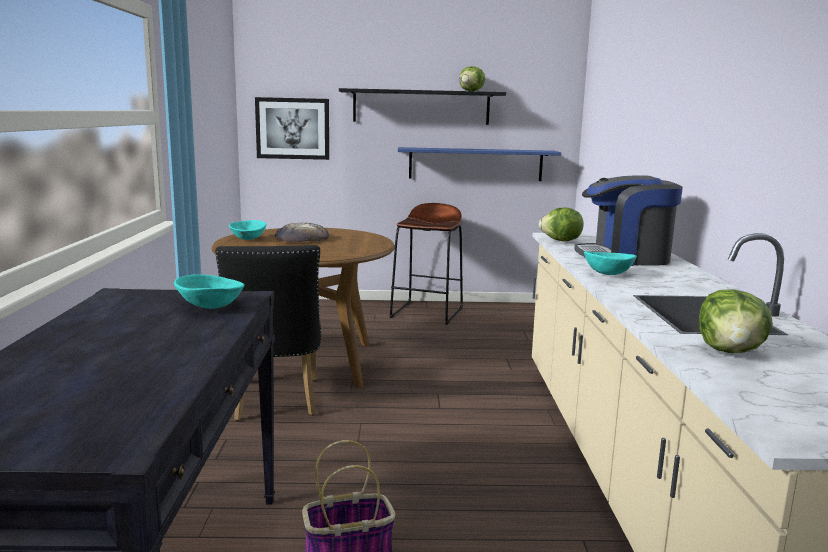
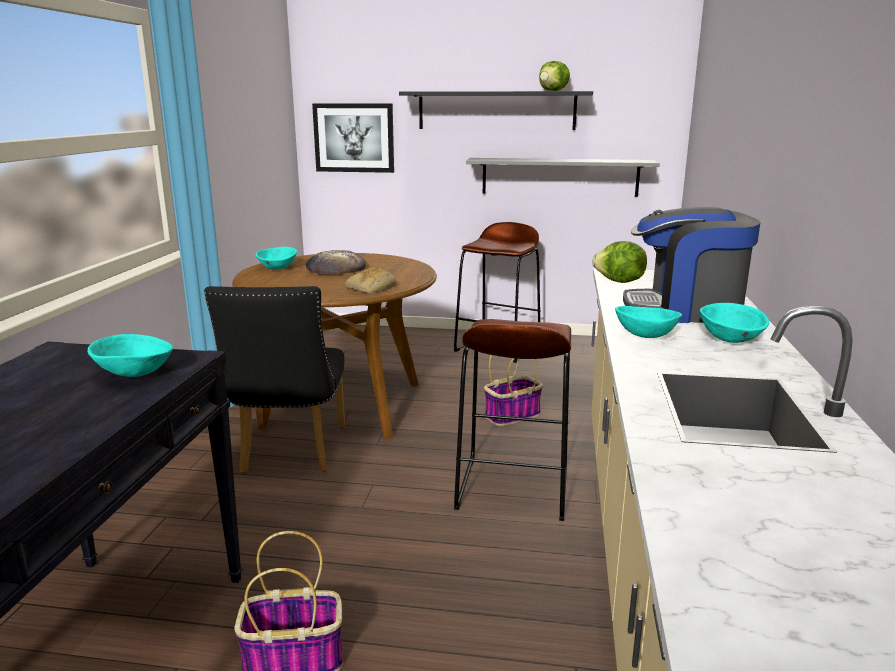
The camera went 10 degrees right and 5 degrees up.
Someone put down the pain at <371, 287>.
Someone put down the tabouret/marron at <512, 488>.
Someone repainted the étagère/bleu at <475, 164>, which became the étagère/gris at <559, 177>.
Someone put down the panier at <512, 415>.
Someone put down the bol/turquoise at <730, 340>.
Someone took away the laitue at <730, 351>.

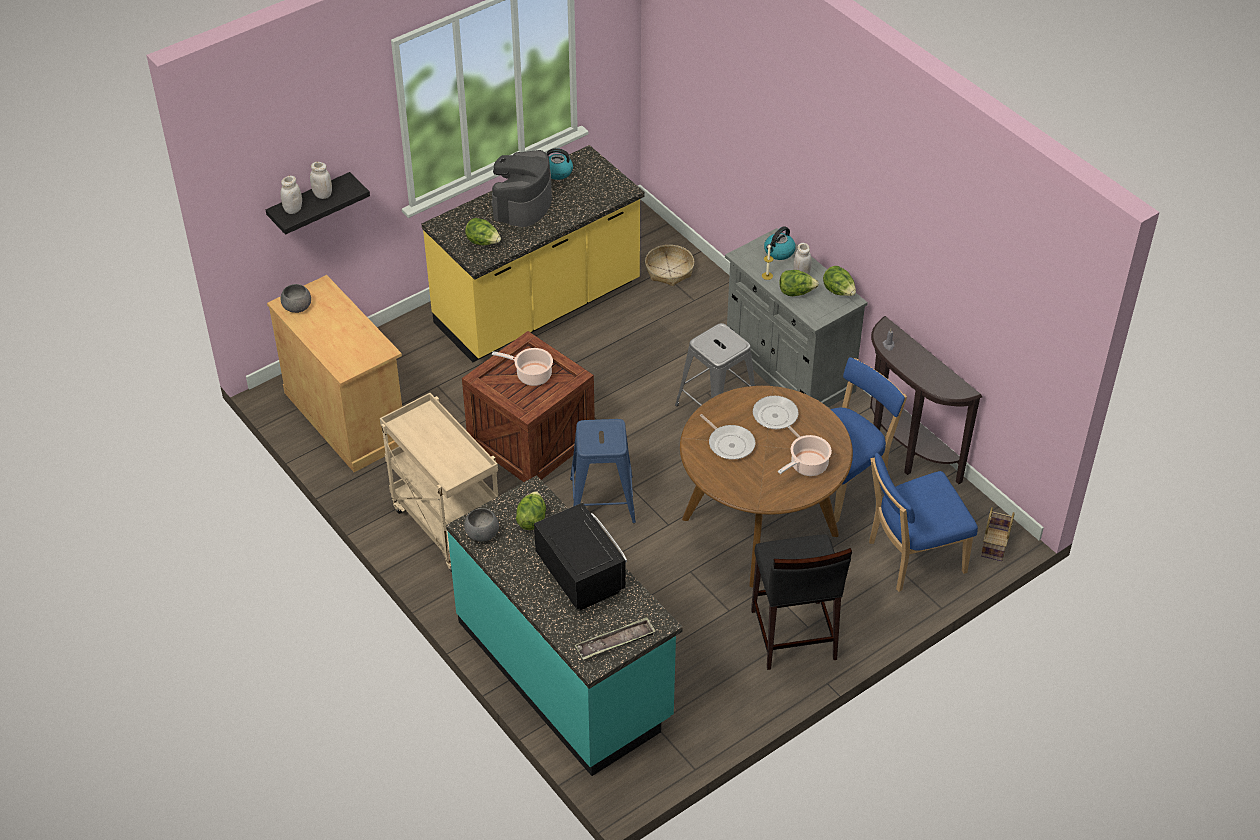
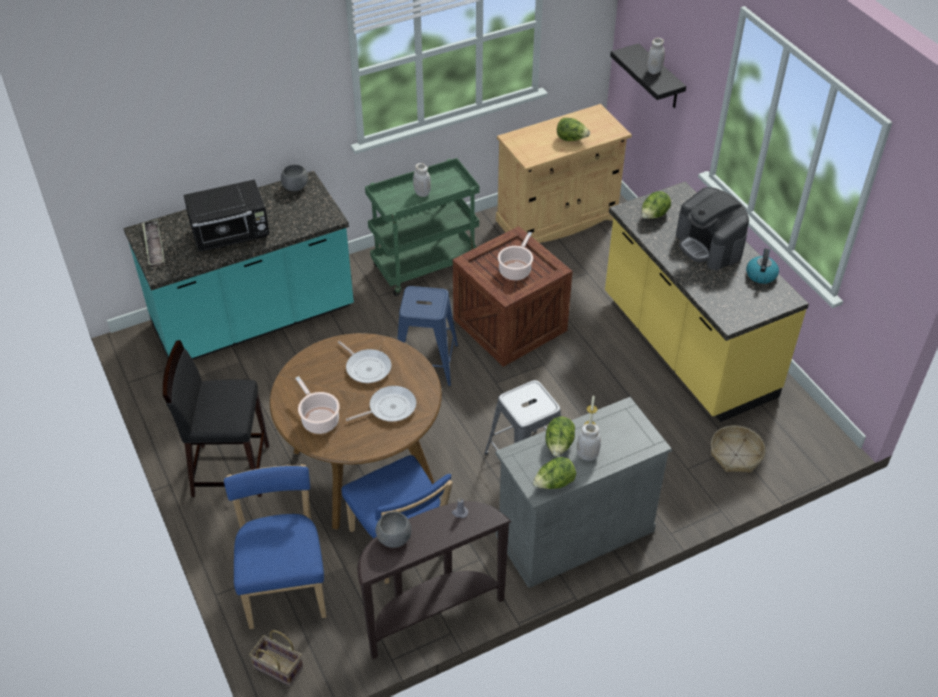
The camera went 100 degrees right and 0 degrees up.
Someone rotated the poêle at <729, 443> by 105 degrees counterclockwise.
Someone repainted the chariot/beige at <445, 525>, which became the chariot/vert at <425, 265>.
Someone carried the bol/gris from <297, 308> to <394, 538>.
Someone carried the bocal/blanc from <293, 209> to <422, 193>.
Someone carried the laitue from <531, 520> to <571, 139>.
Someone rotated the machine à café at <522, 204> by 150 degrees counterclockwise.
Someone took away the bouilloire at <779, 252>.

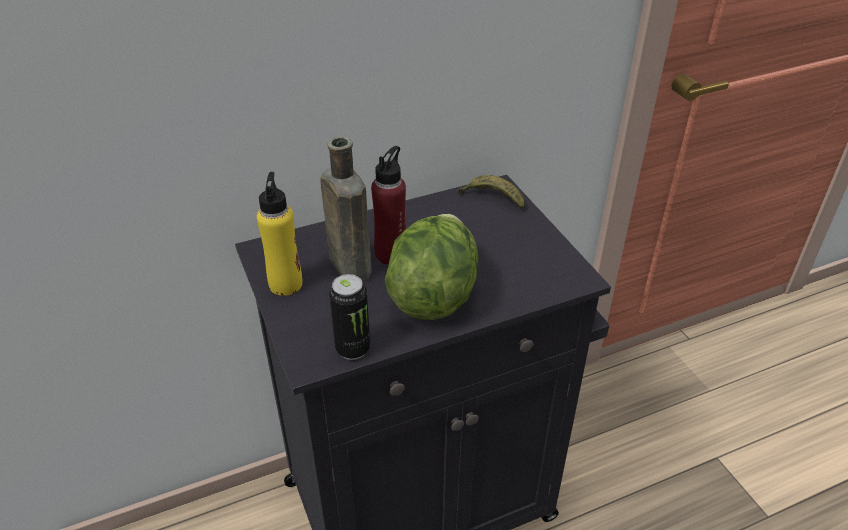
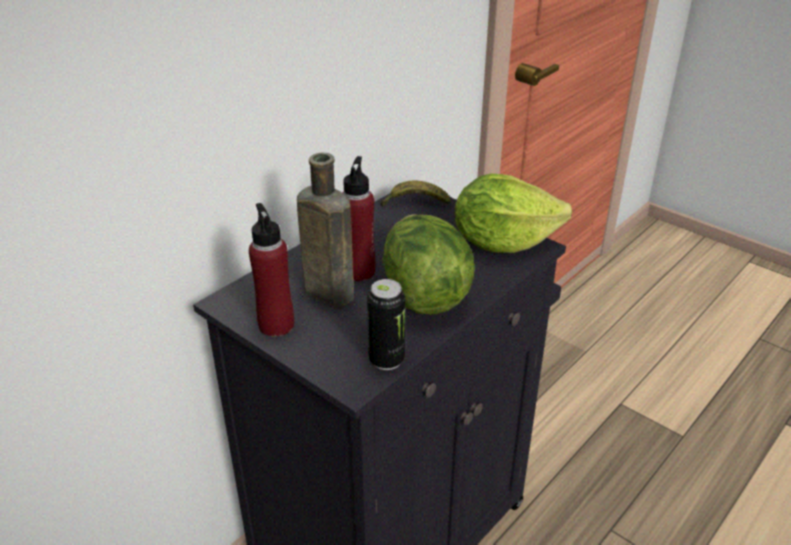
The camera went 25 degrees left and 5 degrees down.
Someone repainted the bouteille/jaune at <286, 284>, which became the bouteille/rouge at <276, 324>.
Someone put down the laitue at <502, 242>.

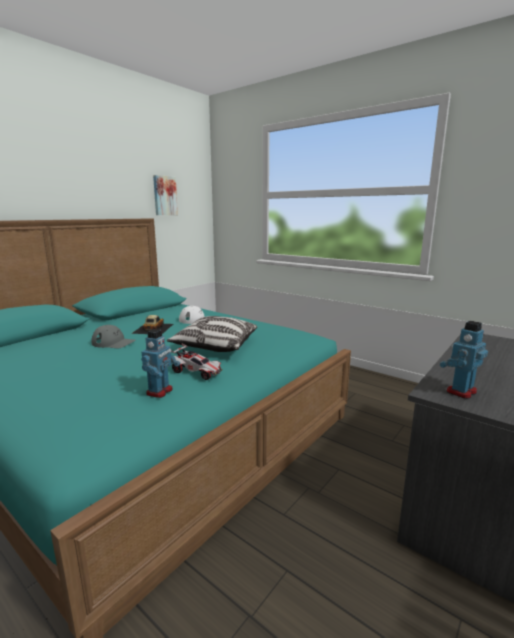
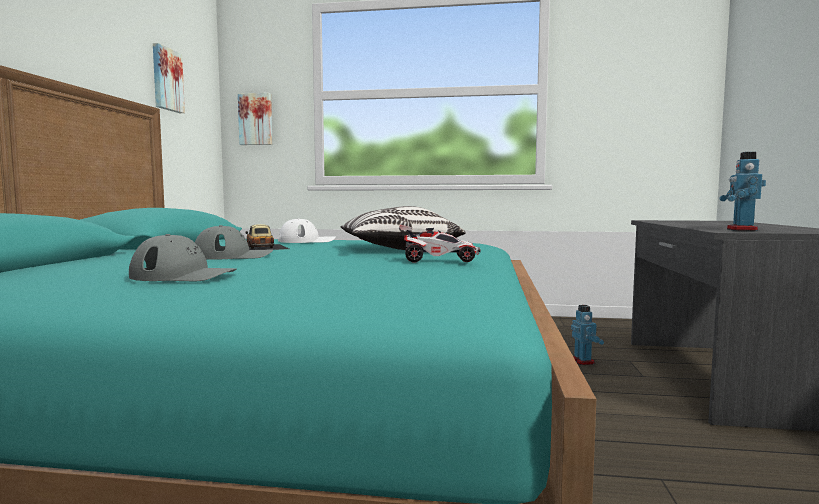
The camera went 30 degrees left and 10 degrees down.
Someone put down the casquette/gris at <184, 276>.
Someone put up the tableau at <256, 119>.
Someone carried the robot jouet from <160, 392> to <583, 361>.

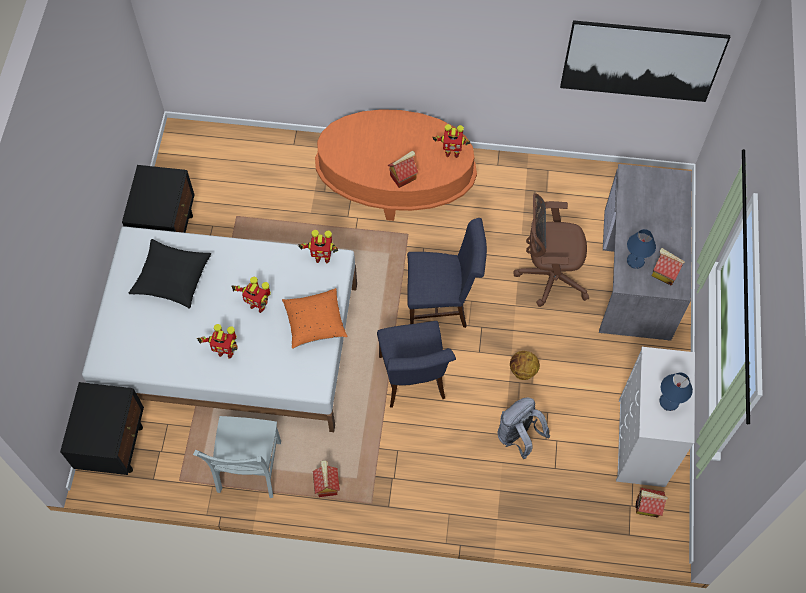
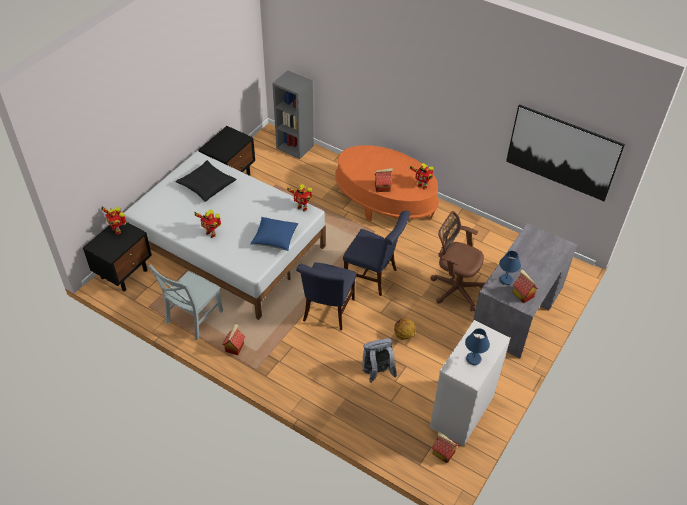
The camera went 25 degrees right and 15 degrees down.
Someone carried the robot jouet from <257, 305> to <117, 230>.
Someone repainted the coussin/orange at <315, 323>, which became the coussin/bleu at <275, 239>.
Someone put down the bibliothèque/gris at <295, 147>.

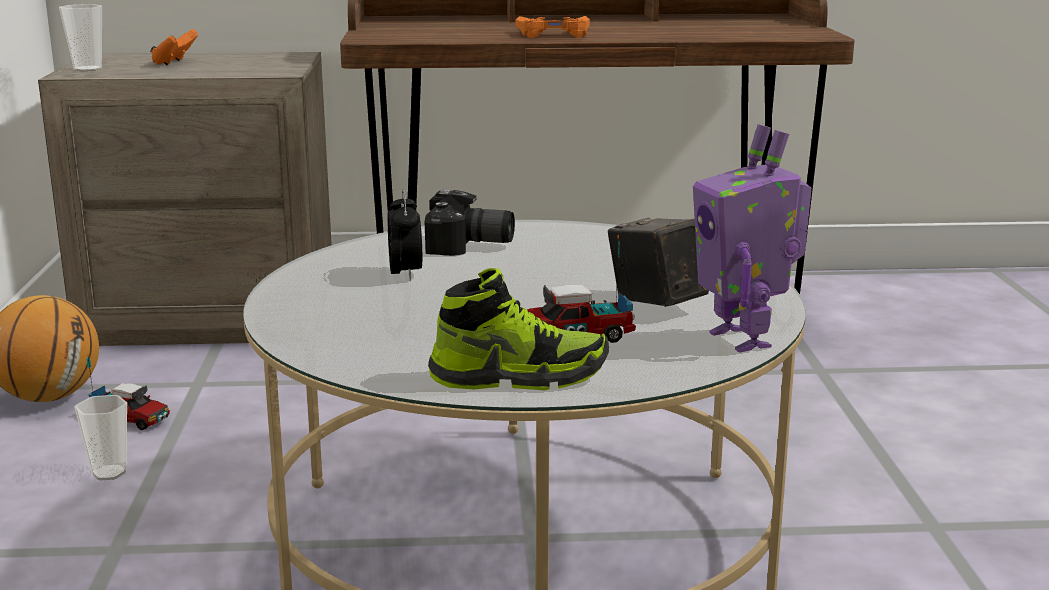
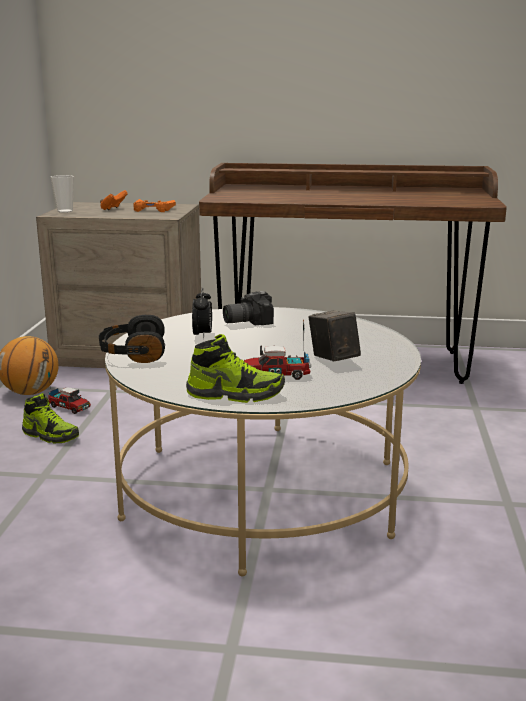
The camera went 10 degrees right and 0 degrees up.
Someone swapped the tasse at <109, 473> for the chaussure at <51, 435>.
Someone put down the casque audio/noir at <132, 353>.
Someone carried the manette/orange from <553, 34> to <153, 209>.
Someone rotated the appareil photo at <469, 247> by 135 degrees clockwise.
Someone took away the robot jouet at <743, 339>.

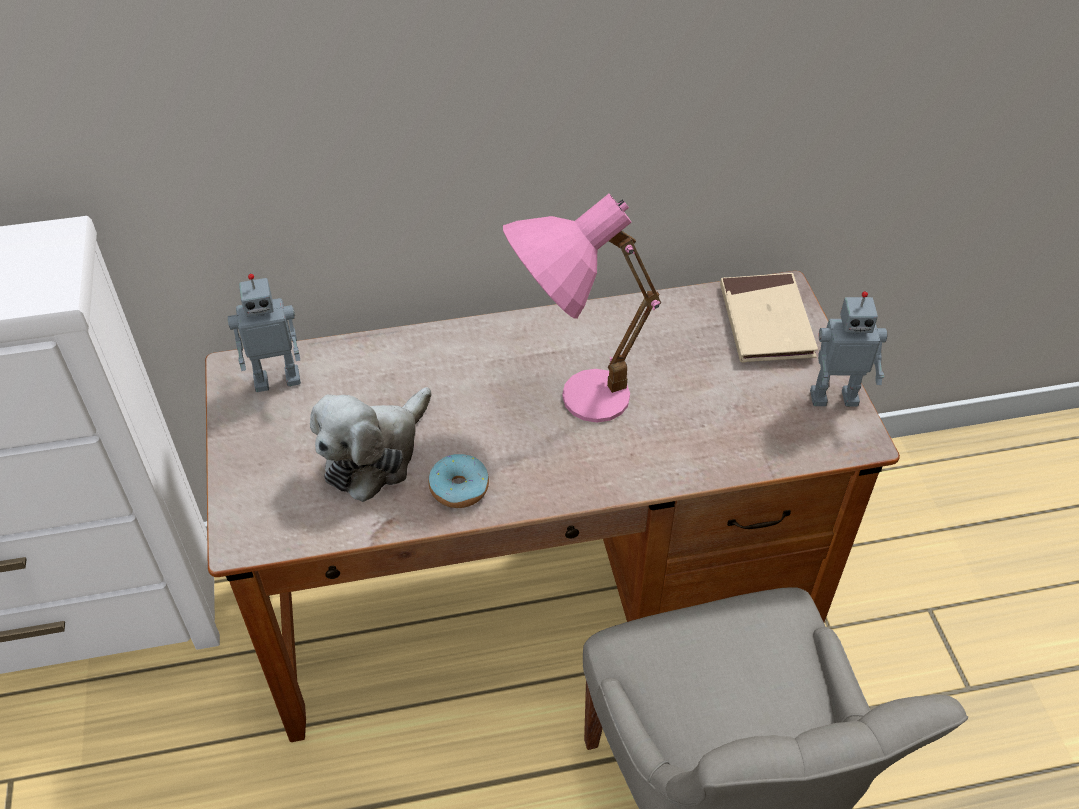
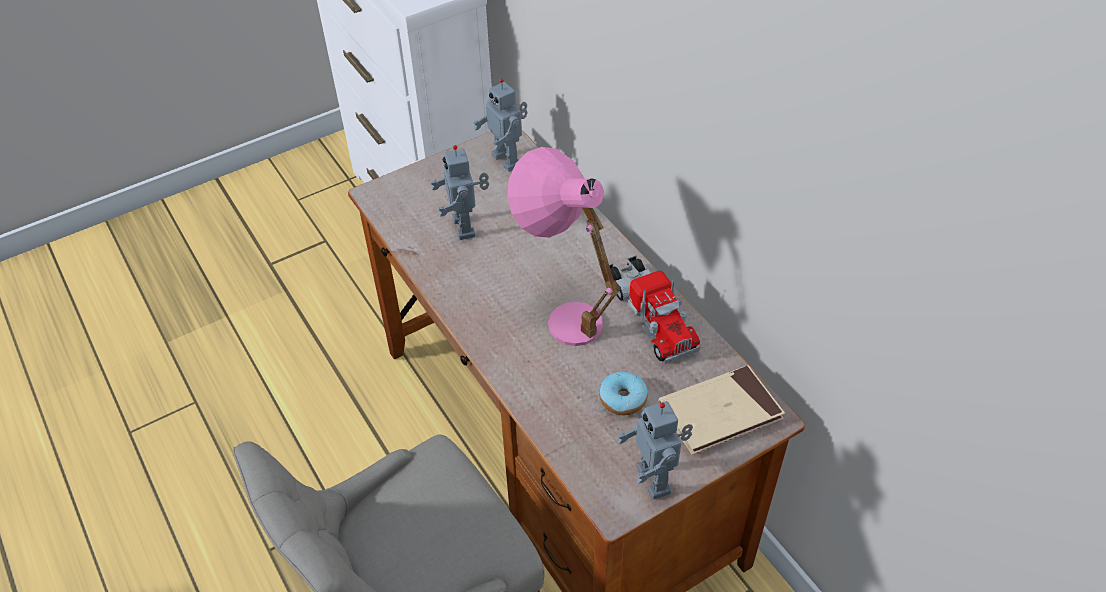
The camera went 70 degrees right and 0 degrees up.
Someone swapped the peluche at <375, 454> for the robot jouet at <466, 227>.
Someone carried the beignet from <459, 488> to <623, 399>.
Someone put down the camion jouet at <648, 314>.

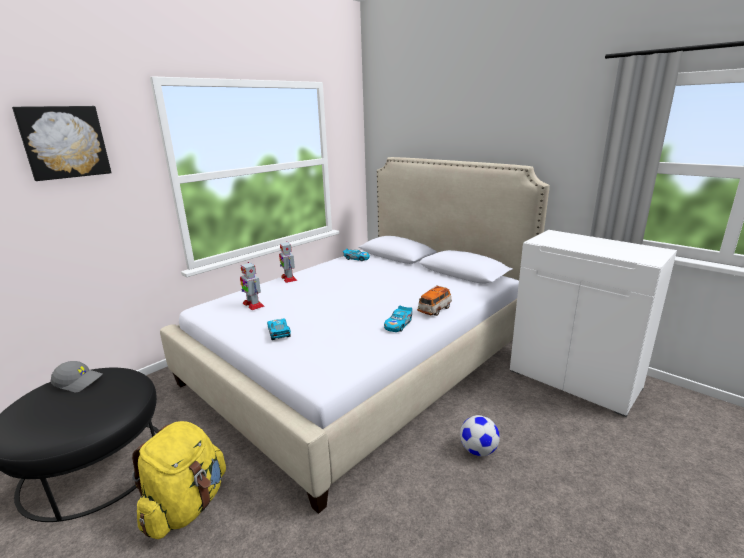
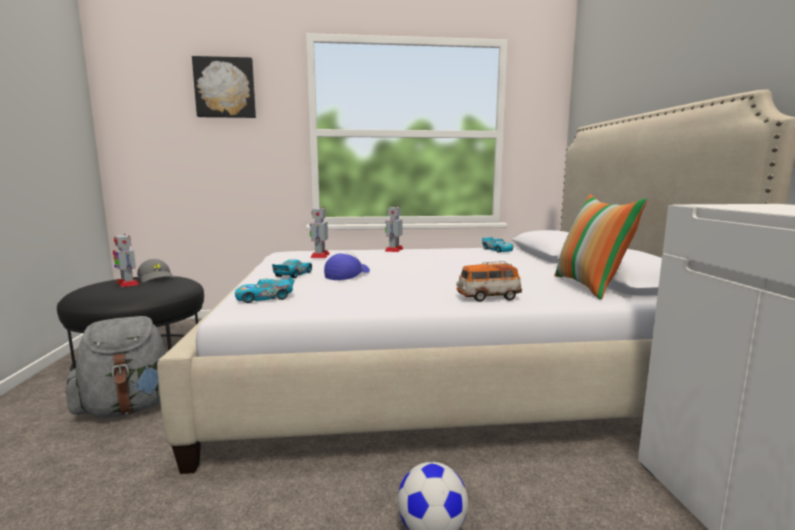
The camera went 40 degrees right and 10 degrees down.
Someone repainted the sac à dos/jaune at <187, 506>, which became the sac à dos/gris at <130, 408>.
Someone put down the robot jouet at <127, 283>.
Someone carried the petite voiture from <398, 324> to <265, 298>.
Someone put down the casquette at <347, 274>.
Someone put down the coussin at <590, 286>.

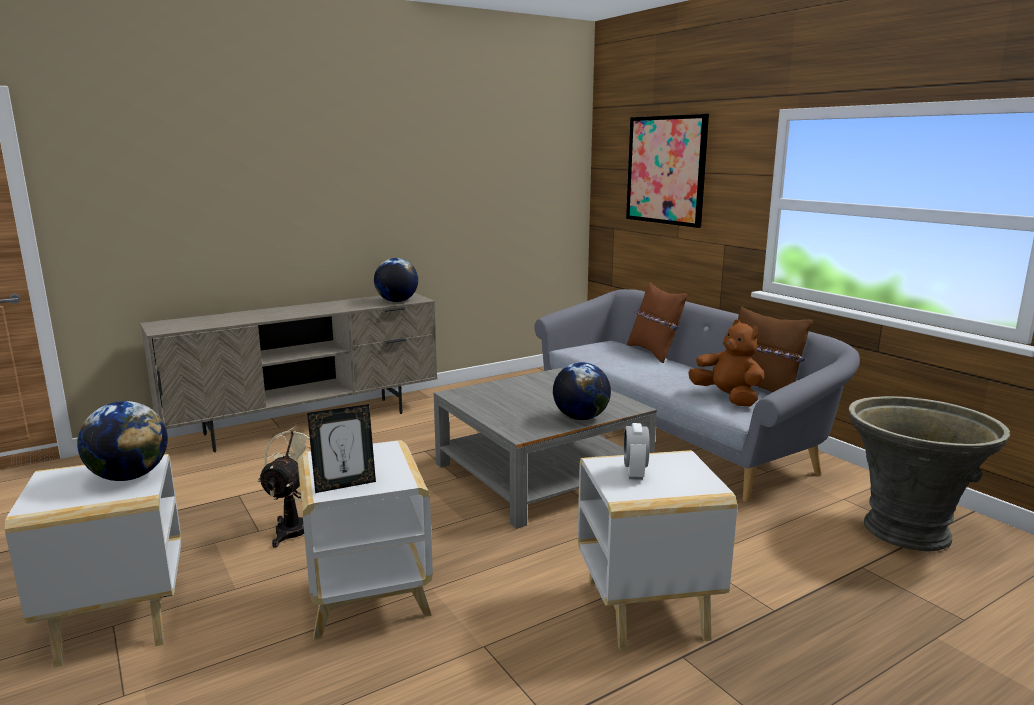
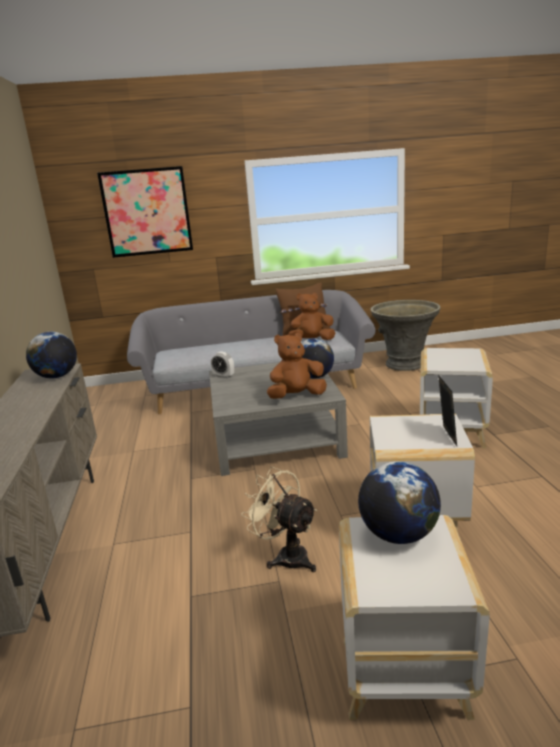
The camera went 65 degrees left and 5 degrees up.
Someone carried the réveil from <635, 473> to <223, 376>.
Someone put down the peluche/marron at <296, 396>.
Someone took away the coussin/marron at <654, 353>.

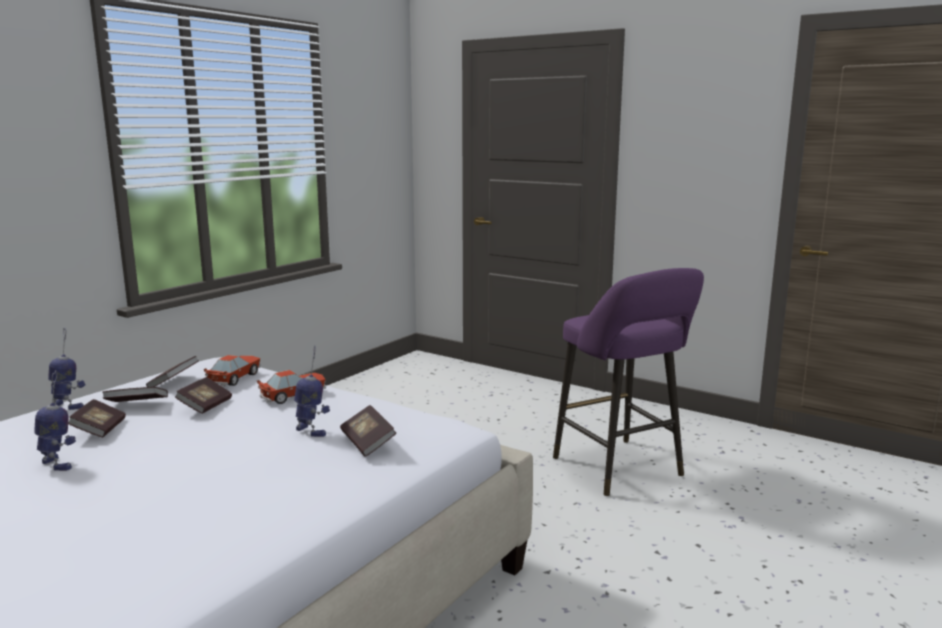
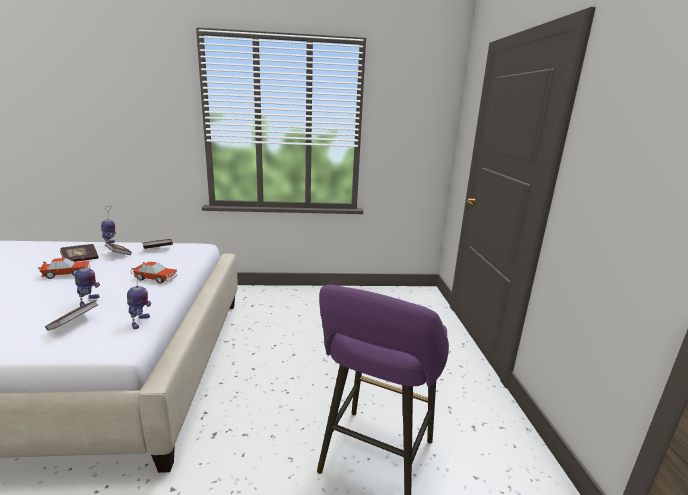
The camera went 50 degrees right and 5 degrees up.
Someone carried the petite voiture from <235, 378> to <67, 274>.
Someone carried the robot jouet from <58, 464> to <140, 322>.
Someone took away the livre at <205, 406>.

